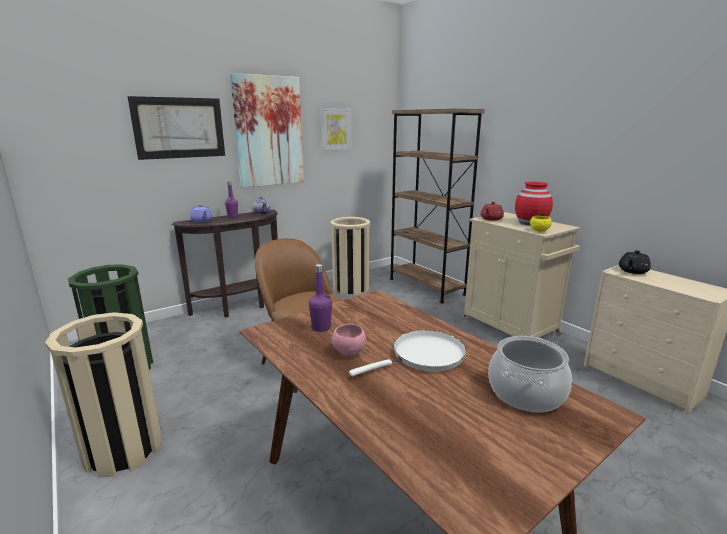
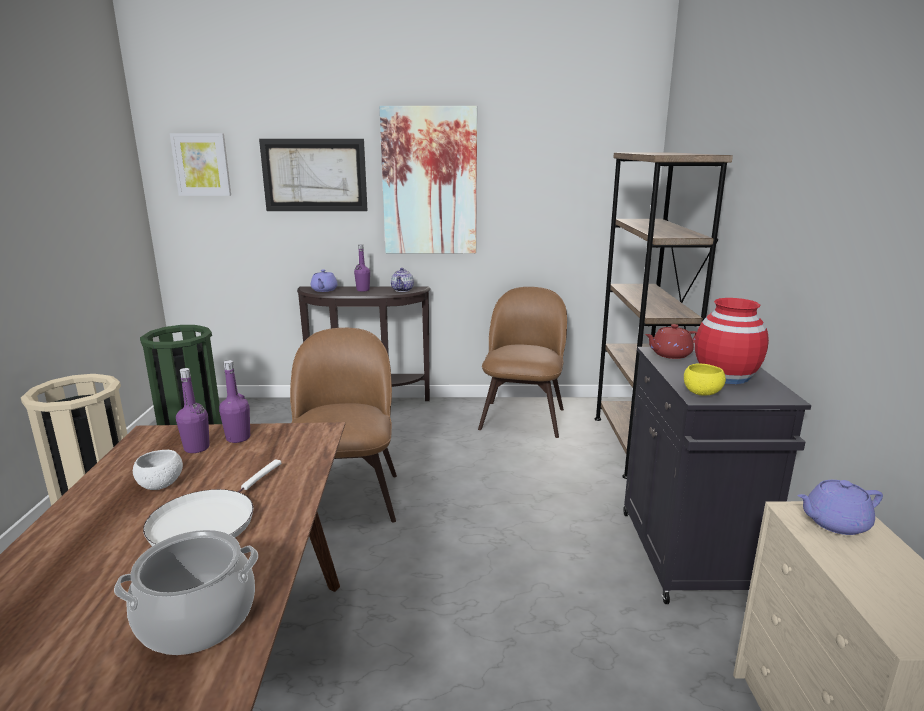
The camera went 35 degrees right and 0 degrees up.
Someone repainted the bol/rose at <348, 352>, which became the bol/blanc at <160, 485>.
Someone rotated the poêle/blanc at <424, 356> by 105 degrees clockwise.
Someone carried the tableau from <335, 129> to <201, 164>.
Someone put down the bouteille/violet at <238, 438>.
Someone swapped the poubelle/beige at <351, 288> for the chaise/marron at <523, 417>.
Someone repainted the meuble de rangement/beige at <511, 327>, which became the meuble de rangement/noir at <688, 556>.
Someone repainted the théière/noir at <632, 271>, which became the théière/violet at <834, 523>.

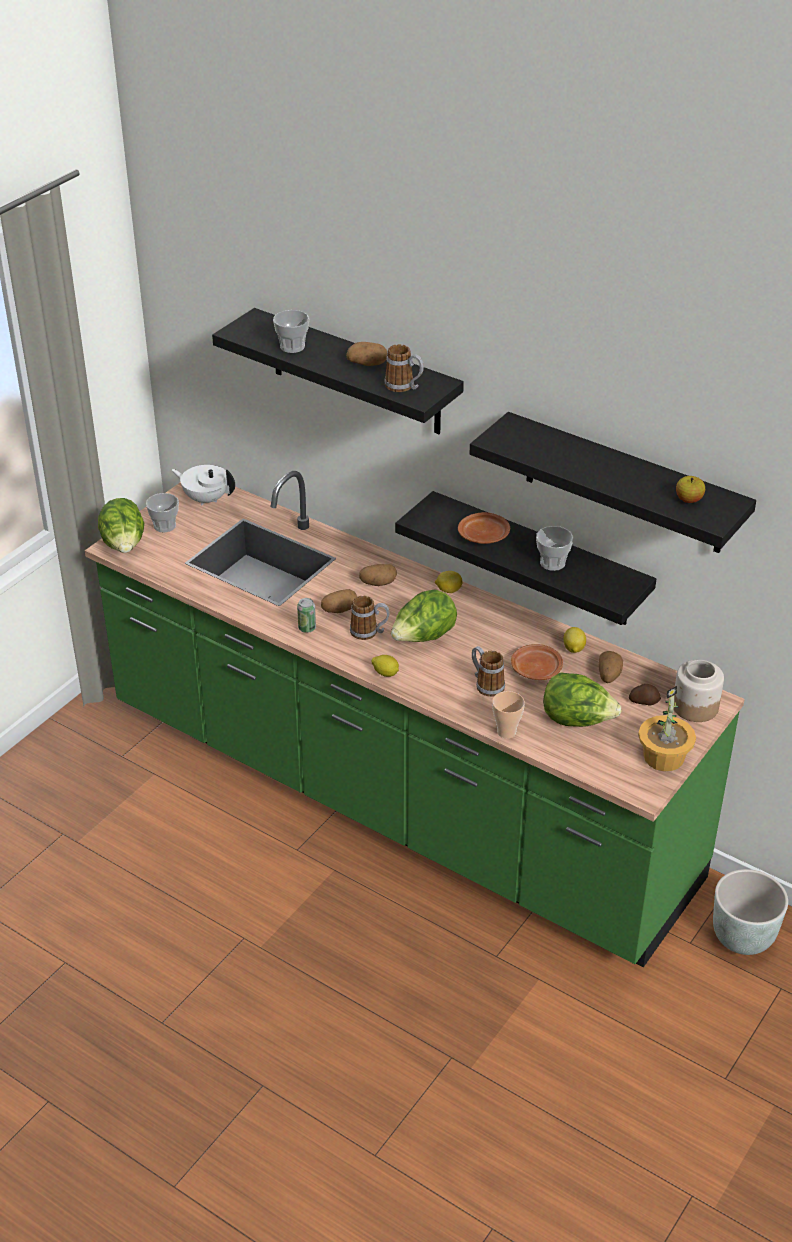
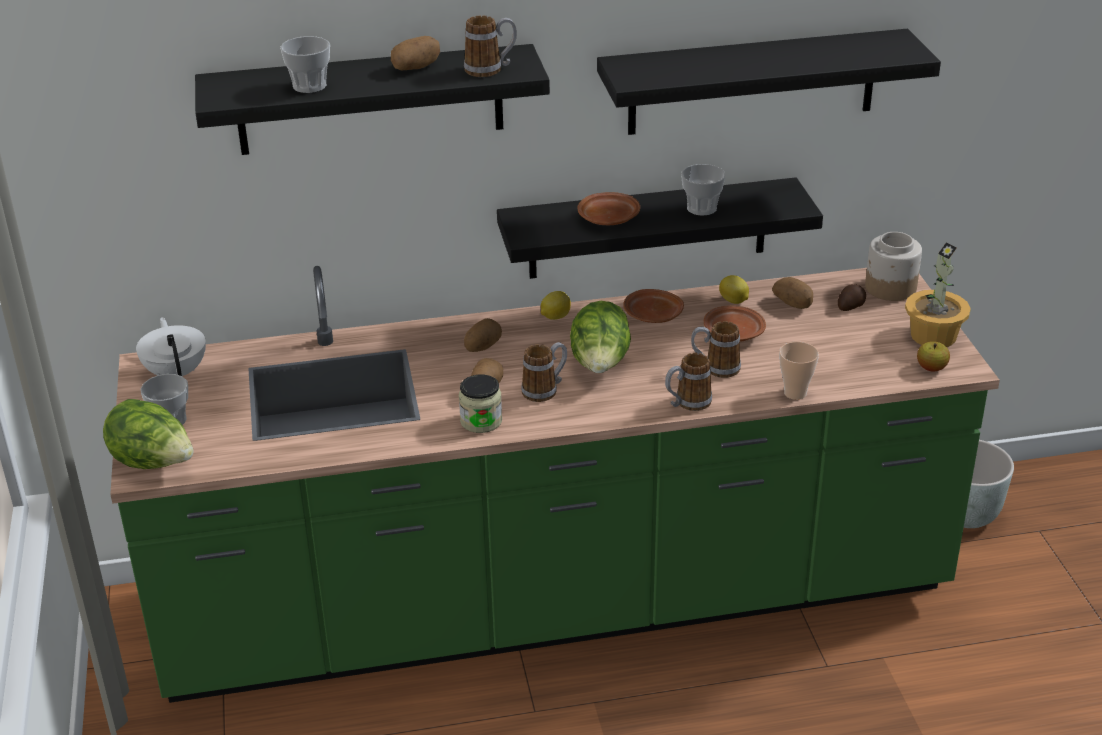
The camera went 45 degrees left and 5 degrees down.
Someone rotated the théière/blanc at <206, 499> by 90 degrees clockwise.
Someone swapped the boîte métallique at <307, 628> for the bocal at <481, 421>.
Someone put down the assiette/marron at <653, 316>.
Someone put down the mug at <687, 403>.
Someone carried the pomme from <689, 500> to <931, 368>.
Someone took away the citron at <385, 673>.
Someone took away the laitue at <577, 720>.

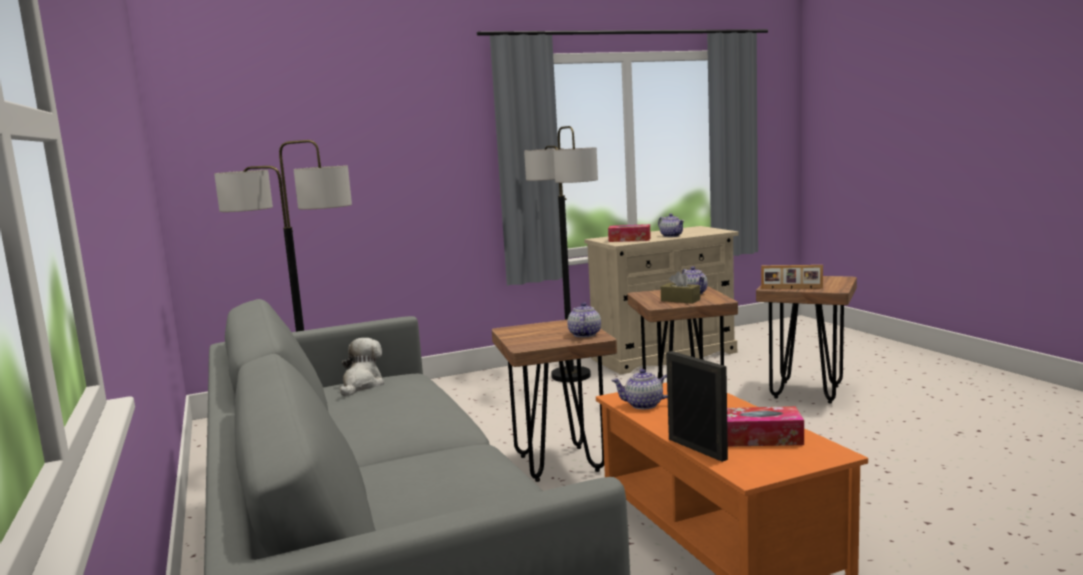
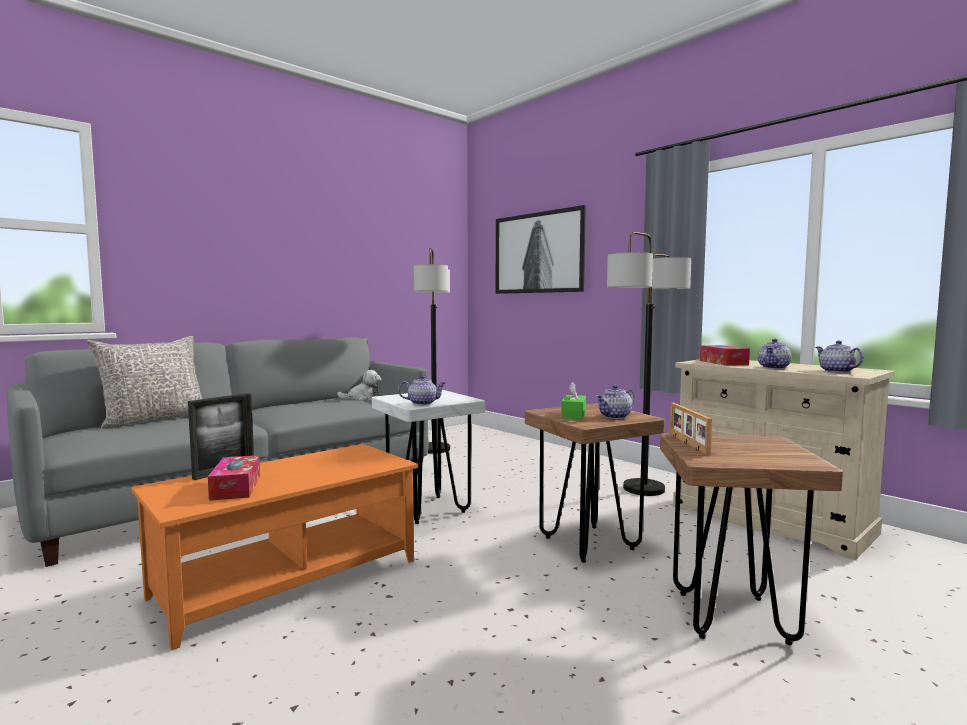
The camera went 70 degrees right and 5 degrees down.
Someone put down the coussin/gris at <154, 419>.
Someone repainted the tabouret/marron at <558, 463>, which became the tabouret/blanc at <428, 509>.
Someone put up the tableau at <539, 253>.
Someone repainted the boîte à mouchoirs/marron at <680, 300>, which became the boîte à mouchoirs/vert at <573, 415>.
Someone carried the théière from <643, 405> to <836, 371>.

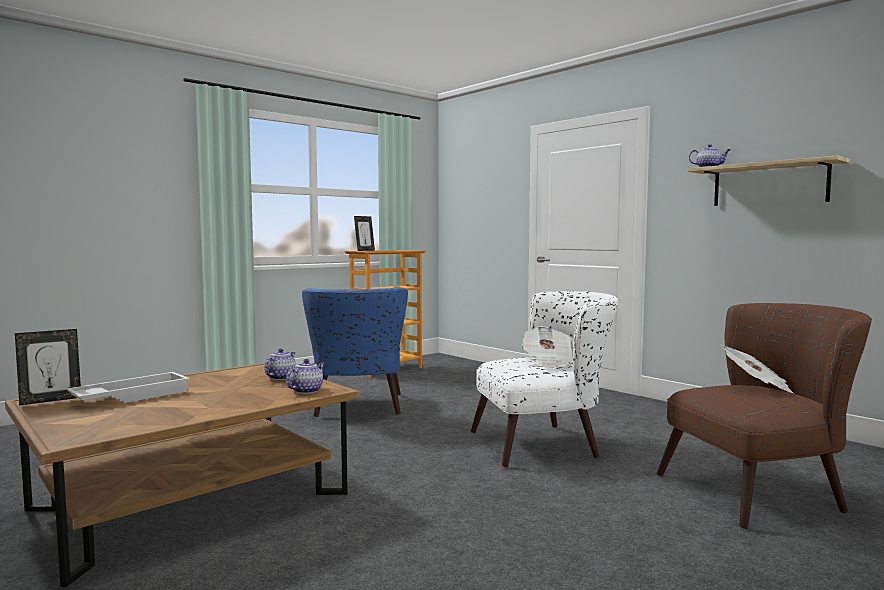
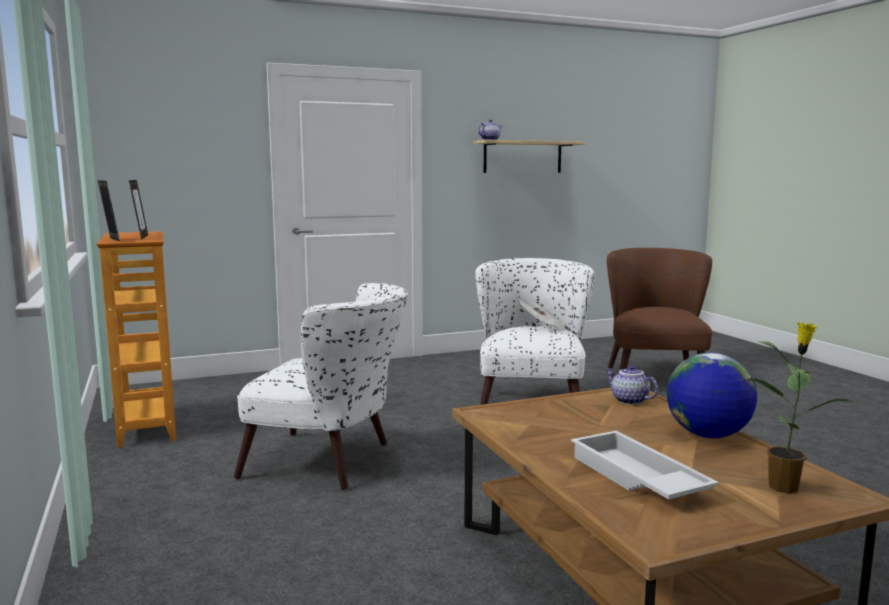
The camera went 70 degrees left and 5 degrees up.
Someone carried the cadre photo from <51, 400> to <141, 237>.
Someone repainted the fauteuil/bleu at <357, 408>, which became the fauteuil/blanc at <331, 462>.
Someone put down the globe at <707, 435>.
Someone put down the plante en pot at <785, 487>.
Someone took away the théière at <281, 377>.
Someone took away the journal at <756, 386>.

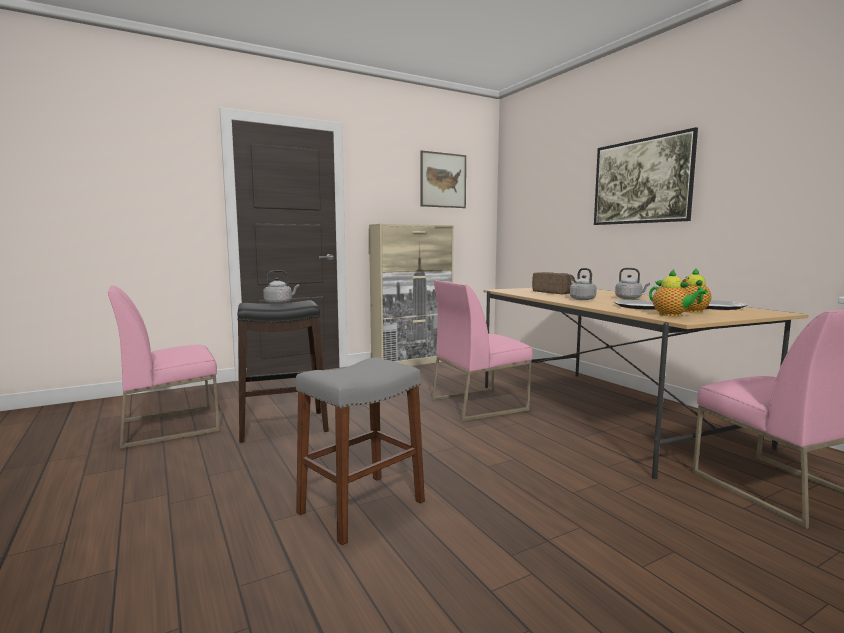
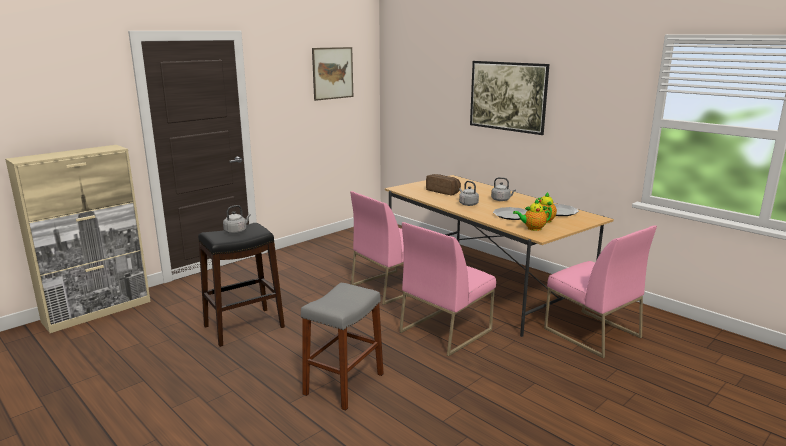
The camera went 15 degrees left and 10 degrees up.
Someone carried the meuble de rangement/beige from <413, 362> to <98, 311>.
Someone carried the chaise/rose from <170, 426> to <445, 330>.
Someone rotated the théière at <672, 315> by 135 degrees clockwise.

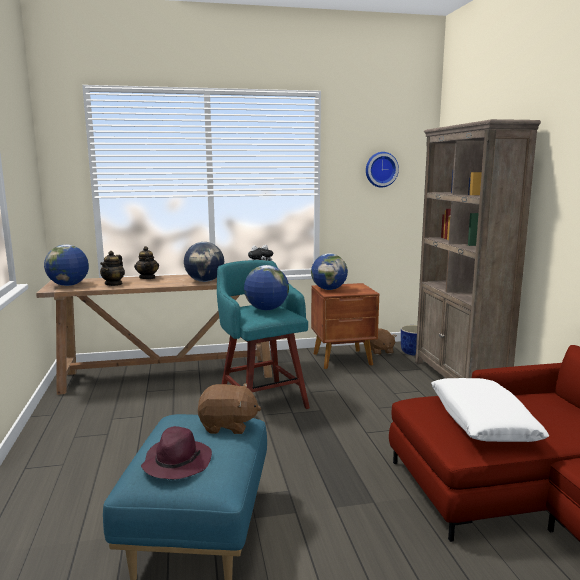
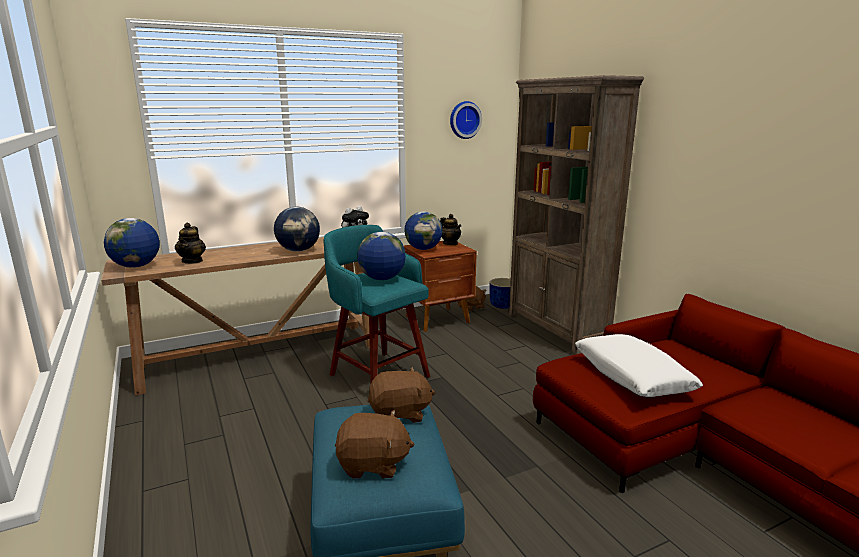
The camera went 15 degrees left and 5 degrees up.
Someone swapped the chapeau/violet at <176, 462> for the peluche/marron at <373, 464>.
Someone carried the théière from <147, 278> to <450, 243>.

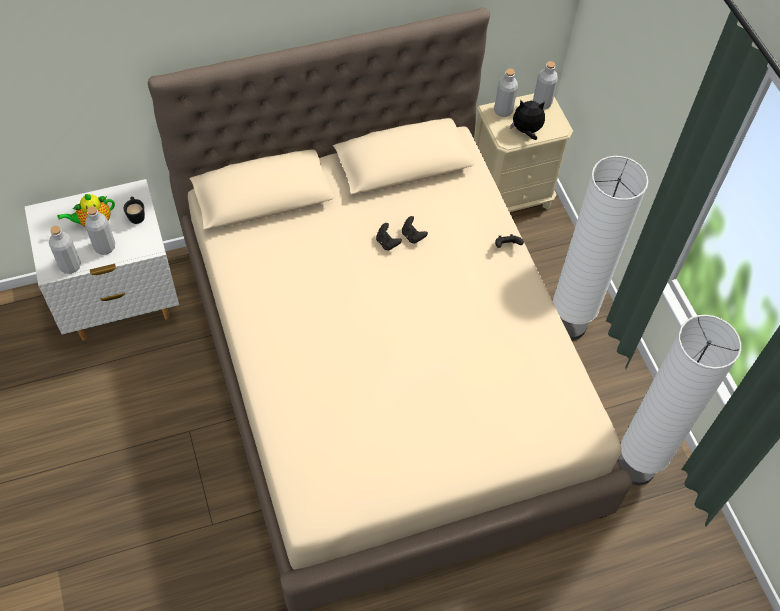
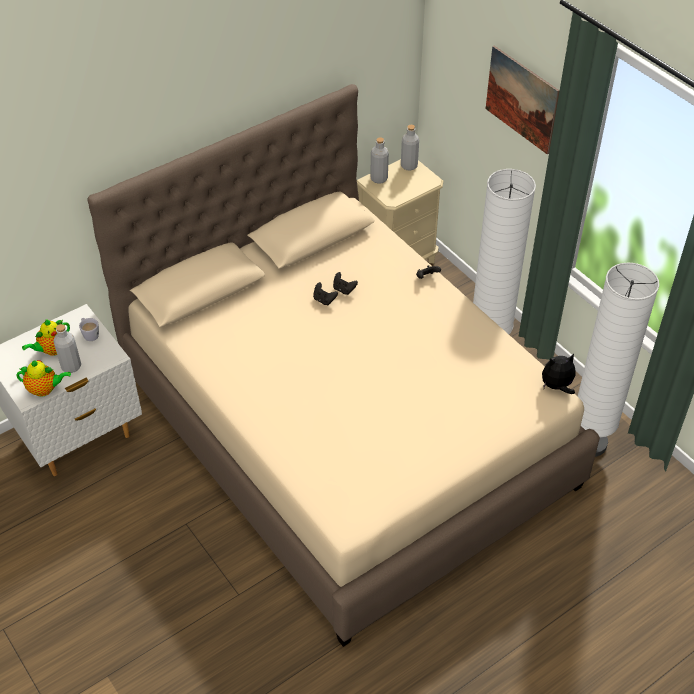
The camera went 15 degrees left and 10 degrees down.
Someone swapped the bouteille/gris at <70, 266> for the théière at <45, 389>.
Someone repainted the mug/noir at <136, 215>, which became the mug/blanc at <90, 334>.
Someone put up the tableau at <521, 99>.
Someone carried the peluche from <526, 131> to <557, 386>.

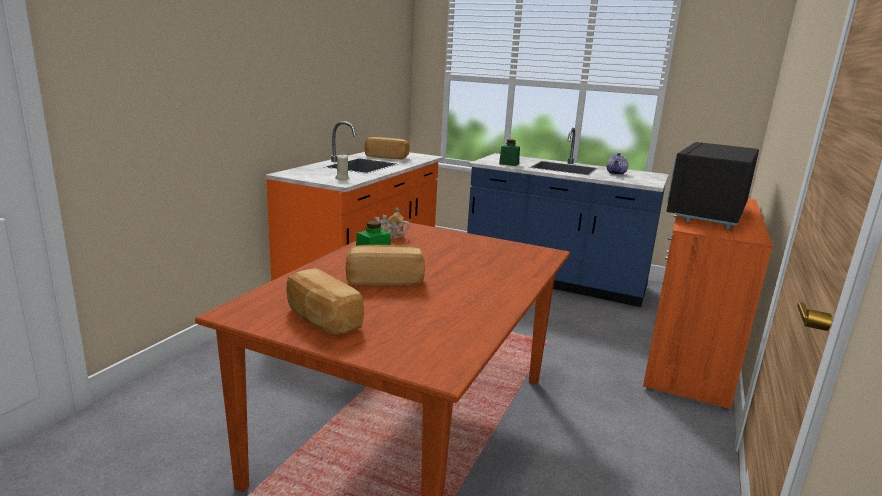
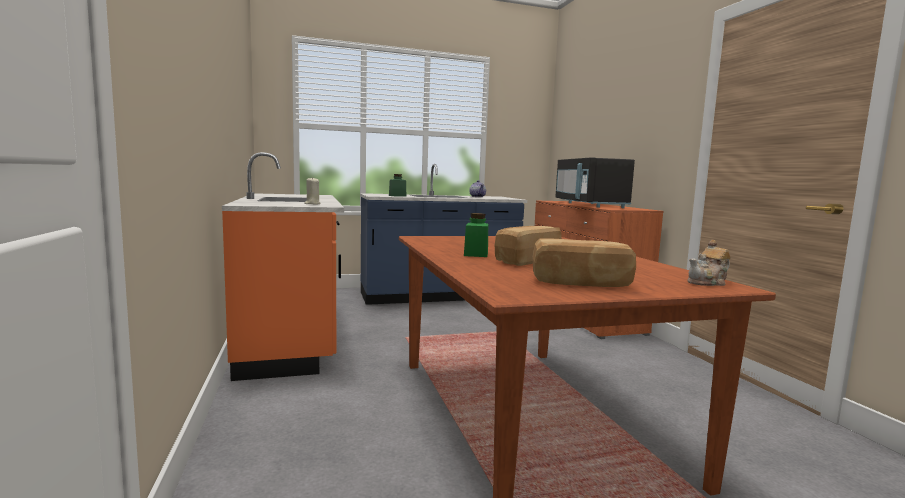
The camera went 40 degrees left and 10 degrees down.
Someone carried the théière from <391, 235> to <708, 283>.
Someone took away the pain at <387, 157>.

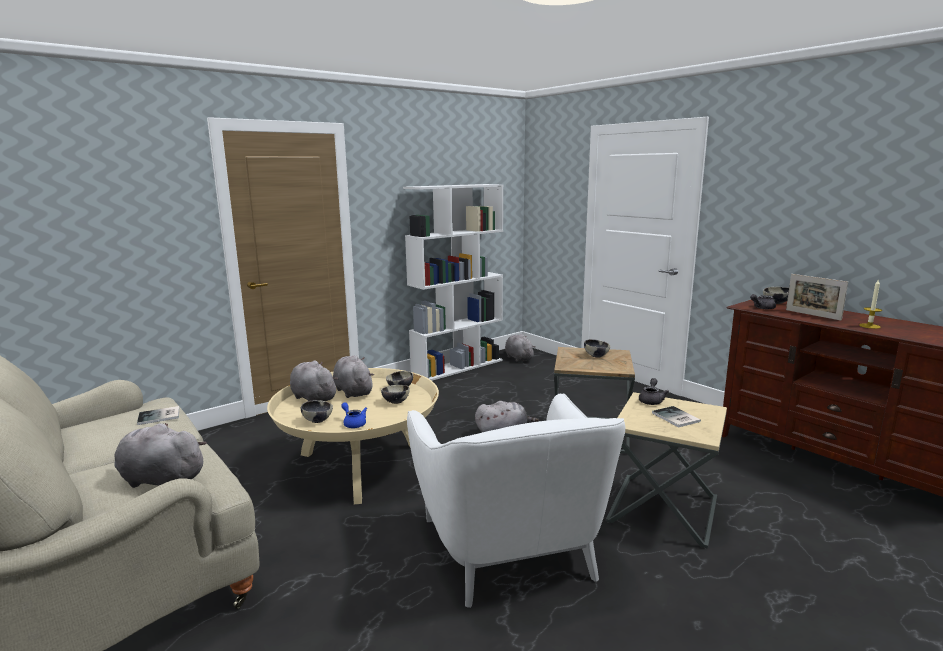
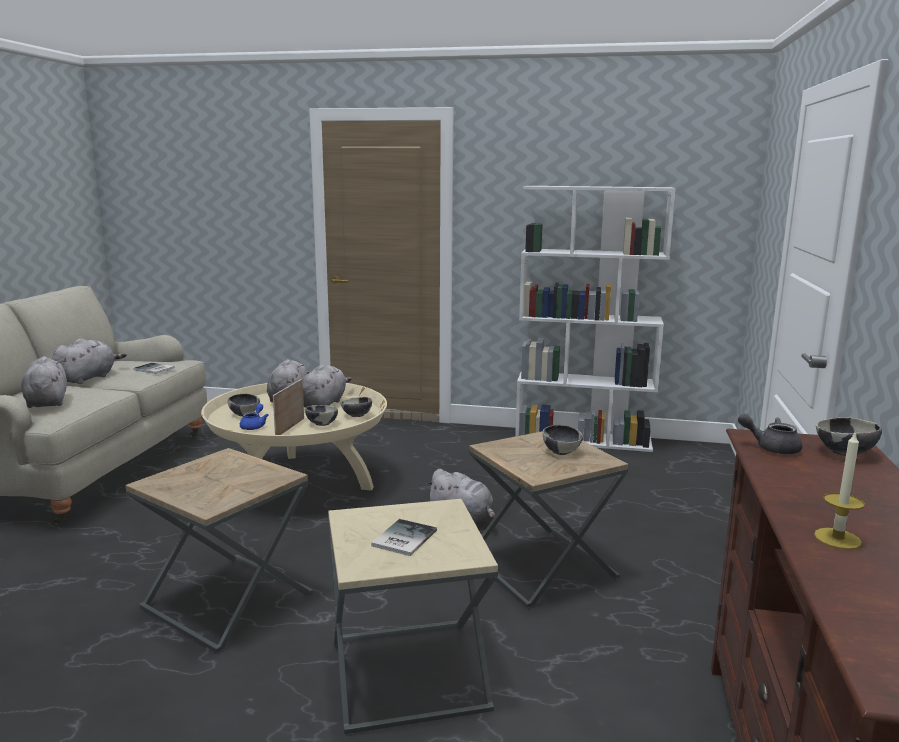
The camera went 50 degrees right and 0 degrees up.
Someone carried the peluche/gris from <518, 358> to <87, 378>.
Someone swapped the fauteuil/blanc at <510, 548> for the table d'appoint/marron at <227, 601>.
Someone carried the cadre photo from <812, 315> to <290, 428>.
Someone took away the théière/gris at <651, 400>.

